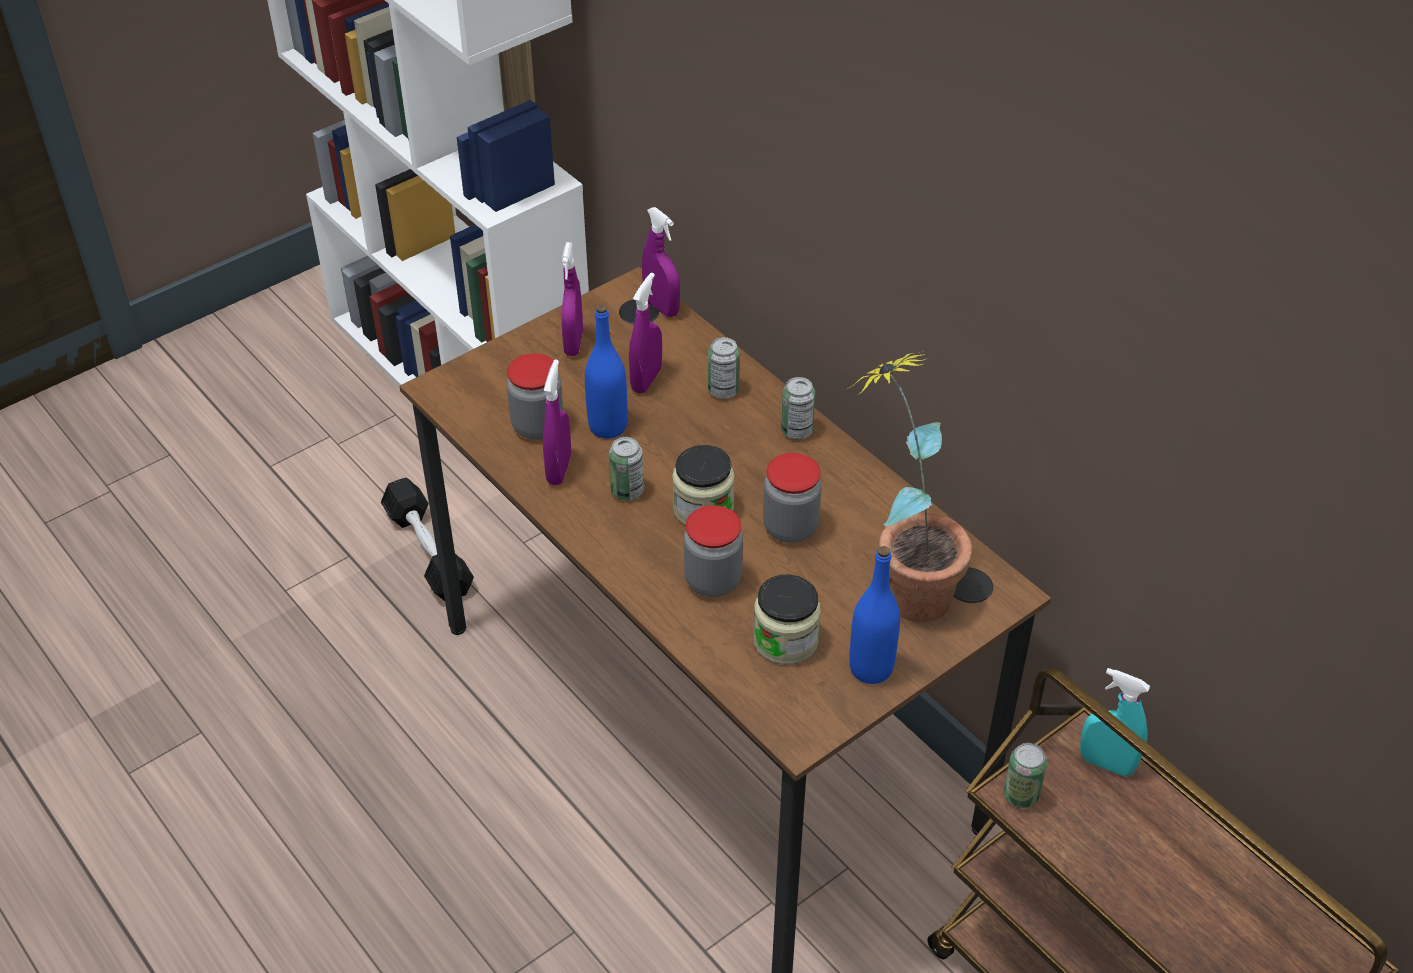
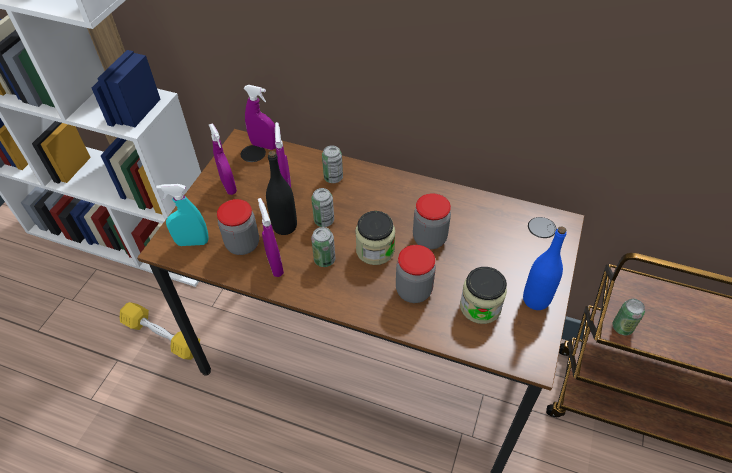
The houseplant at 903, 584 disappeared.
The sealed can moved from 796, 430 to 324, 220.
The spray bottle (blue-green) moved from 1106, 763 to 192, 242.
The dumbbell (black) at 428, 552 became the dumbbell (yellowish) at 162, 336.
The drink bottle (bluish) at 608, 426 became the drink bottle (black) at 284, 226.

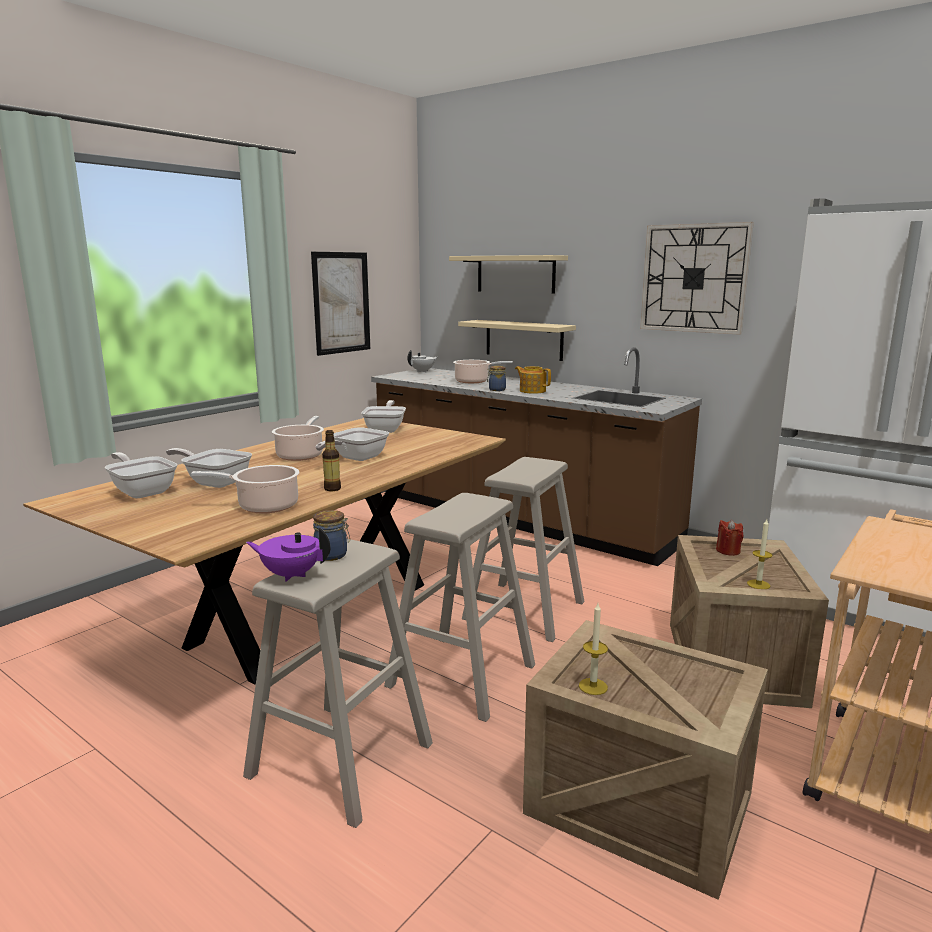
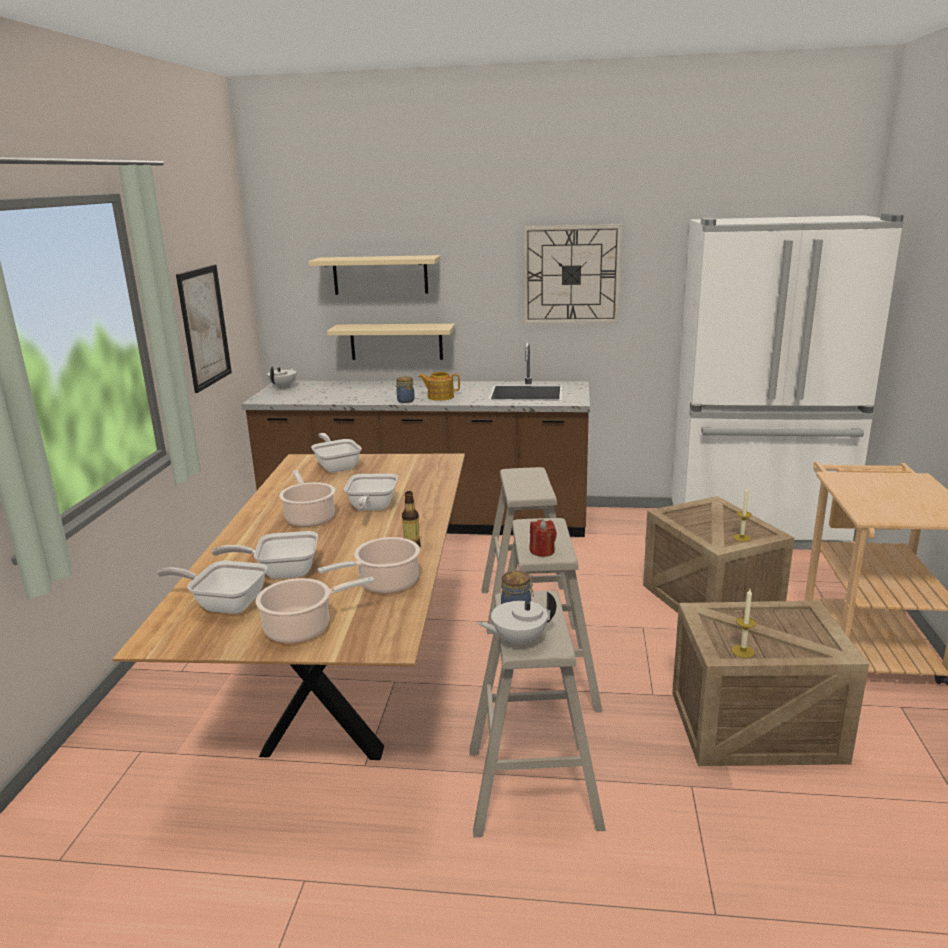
The stockpot moved from 474, 381 to 302, 628.
The wax candle (red) moved from 728, 551 to 542, 551.
The tea pot (purple-coloured) at 291, 575 became the tea pot (white) at 518, 640.

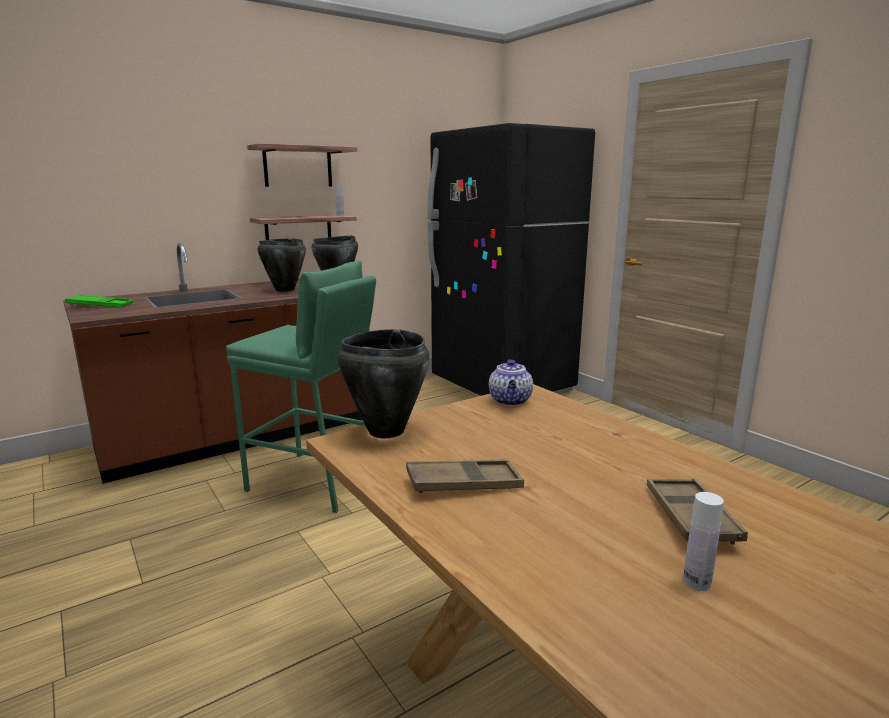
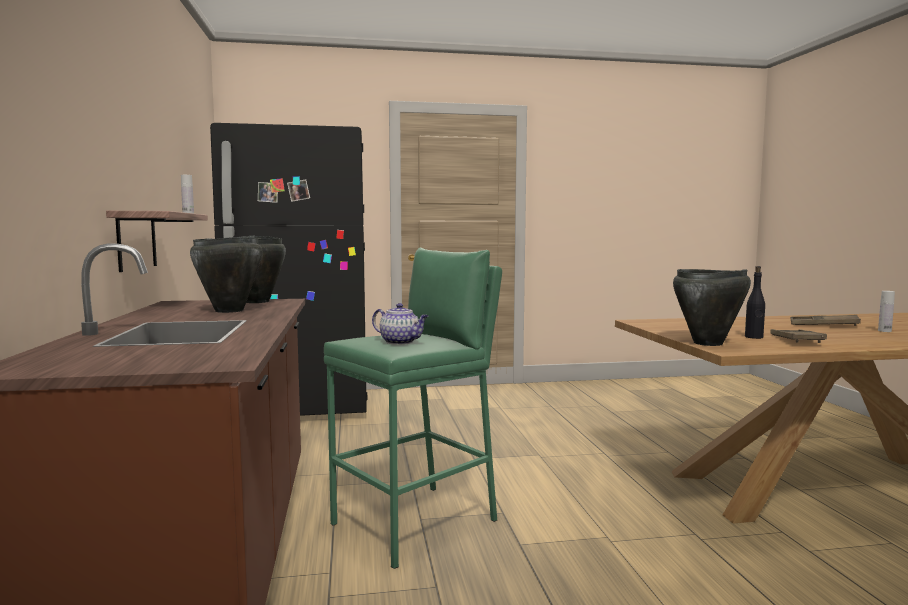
The tray (green-coloured) at 100, 306 disappeared.
The wall shelf at 298, 167 disappeared.
The drink bottle (black) at 754, 337 appeared.
The tea pot moved from 510, 401 to 401, 342.

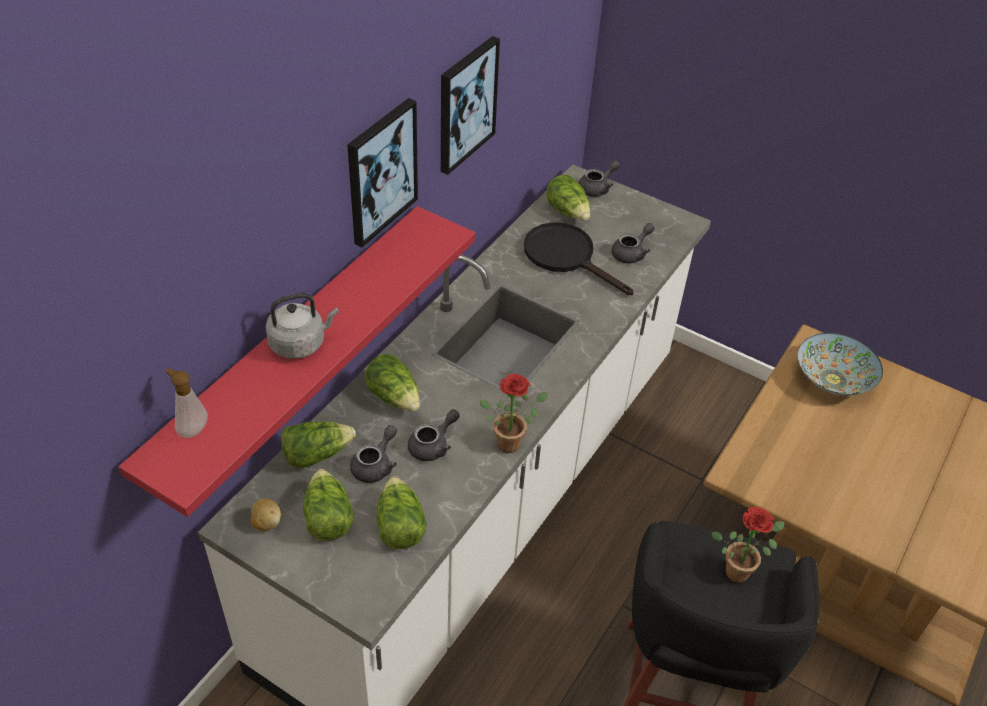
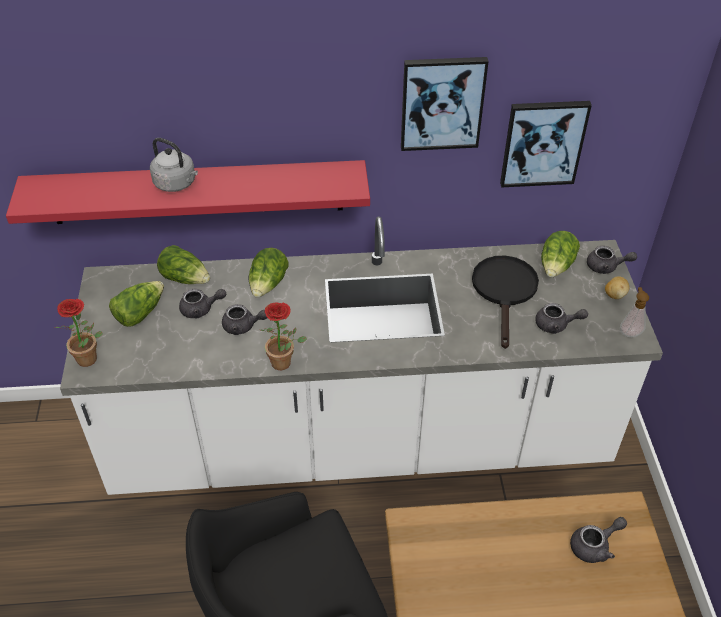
The lettuce at 399, 525 disappeared.
The soap dispenser moved from 191, 429 to 629, 332.
The whole potato moved from 266, 522 to 614, 295.
The wall art moved from 381, 171 to 543, 143.
The houseplant moved from 740, 569 to 91, 359.
The serving bowl at 832, 379 was replaced by the tea pot (greyish) at 594, 546.

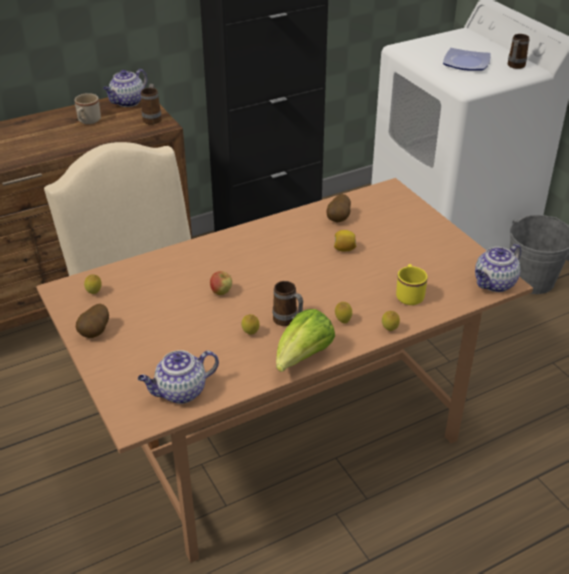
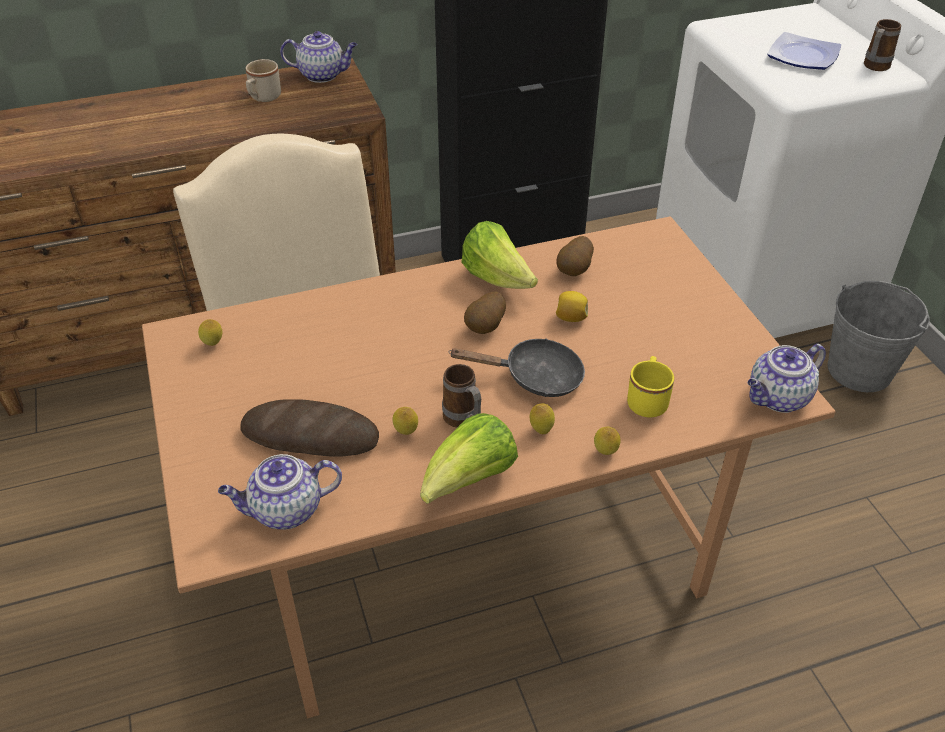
The coffee mug at 153, 118 disappeared.
The apple fruit at 221, 292 disappeared.
The bread at 310, 435 appeared.
The pan (black) at 535, 377 appeared.
The lettuce at 497, 279 appeared.
The whole potato moved from 95, 332 to 486, 328.
The tea pot at 127, 102 turned 135 degrees counterclockwise.

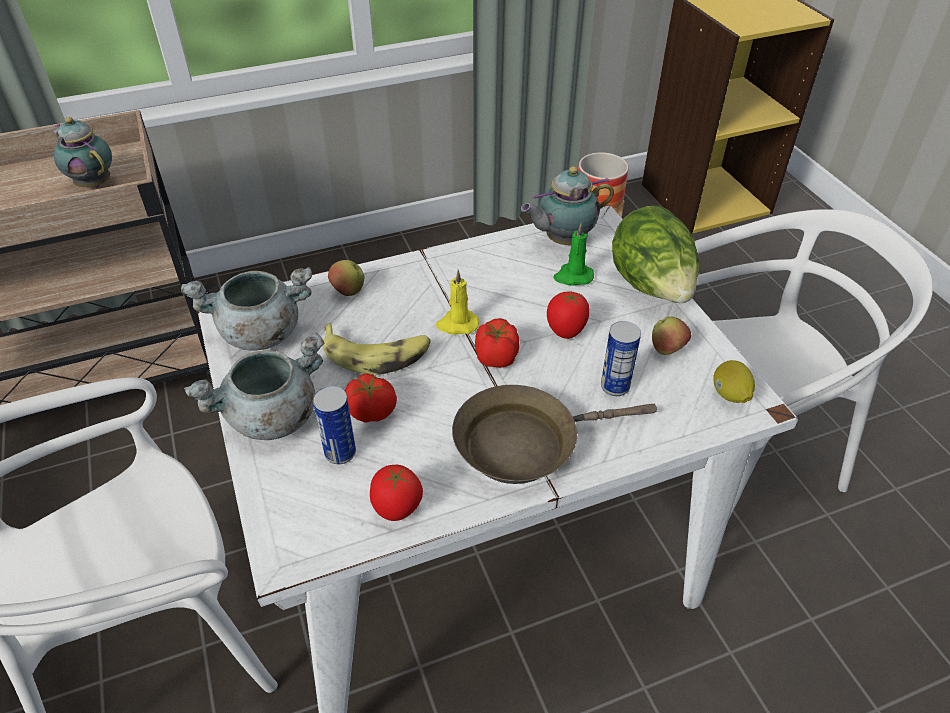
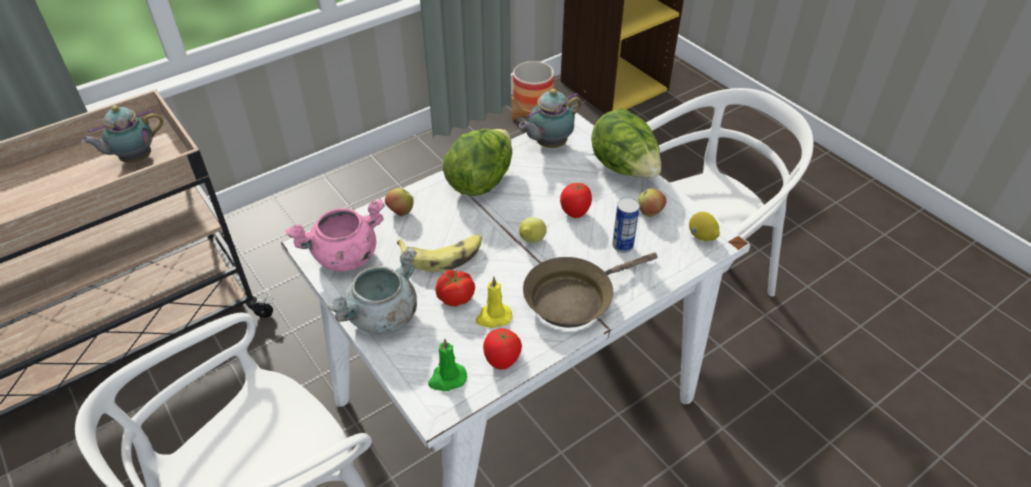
The sealed can at 340, 453 disappeared.
The lettuce at 481, 181 appeared.
The wax candle (yellowish) moved from 457, 324 to 493, 317.
The wax candle (green-coloured) moved from 573, 276 to 447, 379.
The tomato at 496, 358 was replaced by the citrus fruit at 531, 241.
The stockpot (greyish) at 260, 333 became the stockpot (pinkish) at 345, 257.
The tea pot at 93, 183 turned 60 degrees counterclockwise.

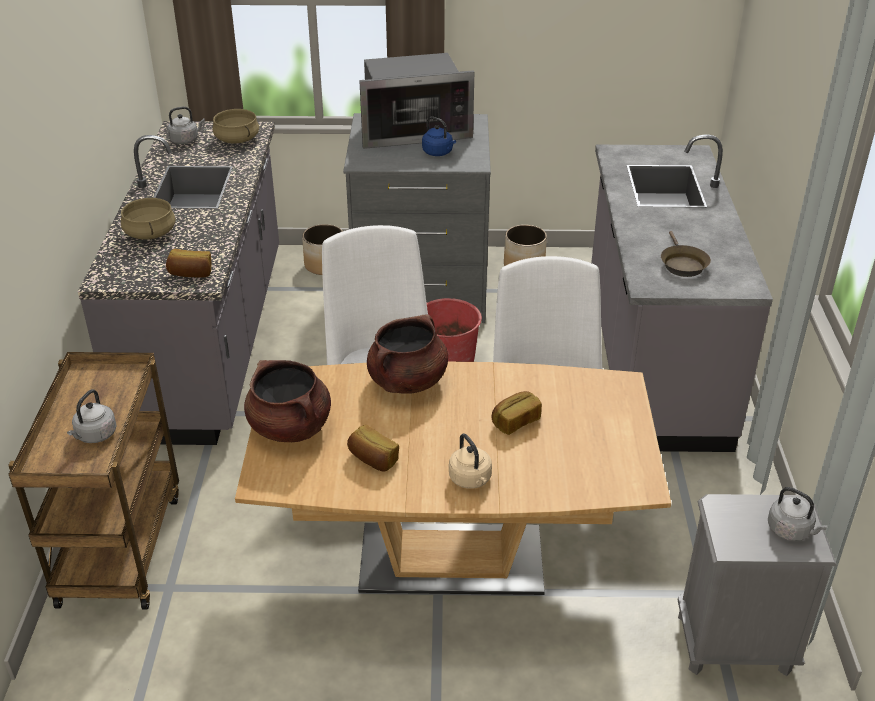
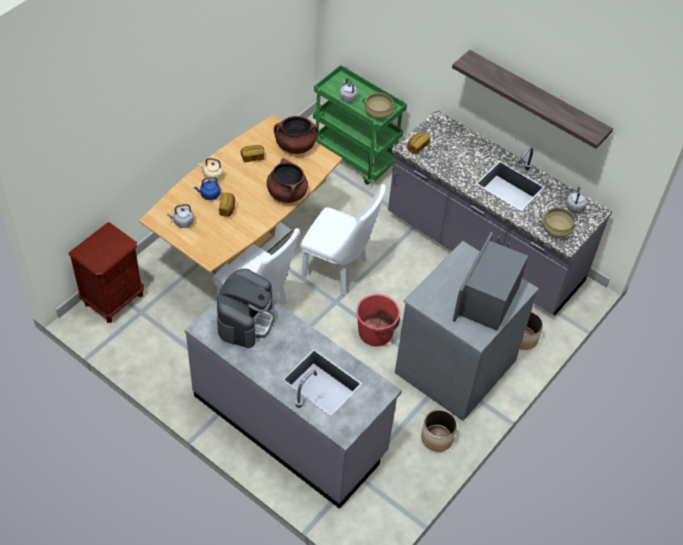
The wall shelf at 536, 99 appeared.
The stockpot (beige-coloured) moved from 149, 233 to 378, 112.
The water kettle (bluish) moved from 438, 153 to 209, 195.
The water kettle (greyish) moved from 791, 531 to 182, 222.
The pan (brownish) at 682, 264 was replaced by the coffee machine at 245, 320.
The wheeled cart (brownish) at 119, 546 became the wheeled cart (green-coloured) at 356, 157.
The night table (greyish) at 733, 644 became the night table (brownish) at 114, 299.

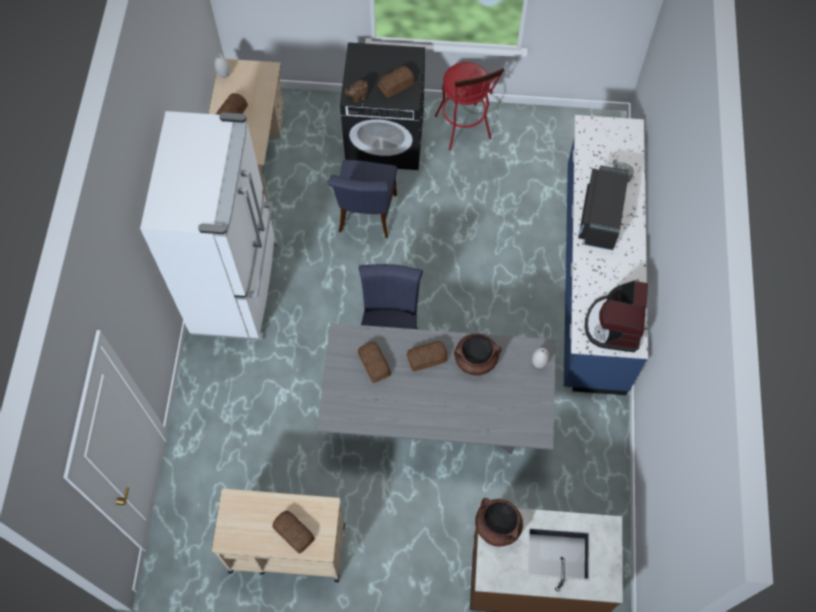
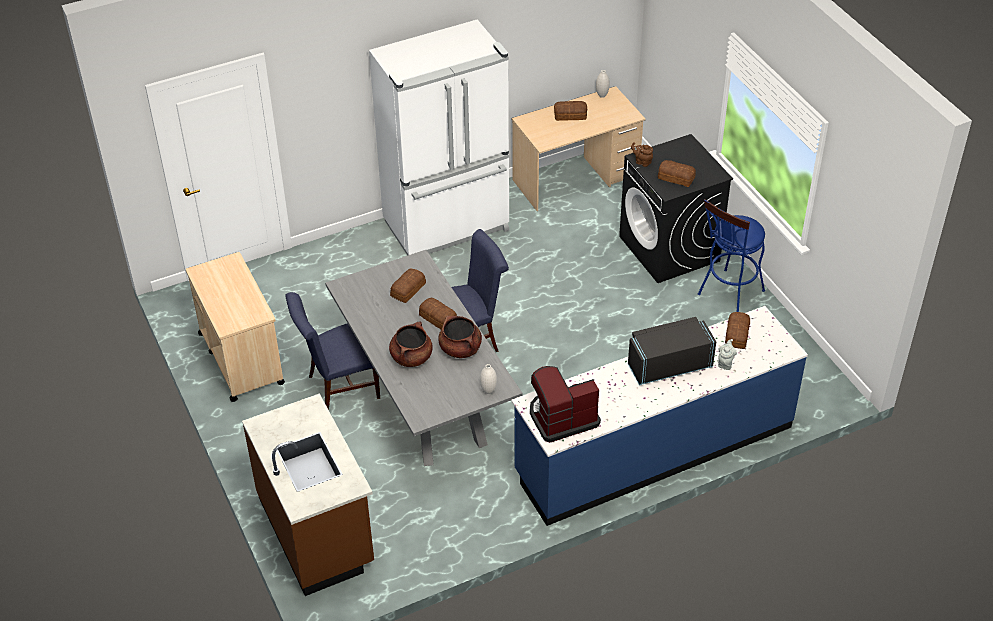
The bread moved from 294, 532 to 737, 334.
The chair (bluish) moved from 366, 216 to 339, 388.
The stockpot (brownish) moved from 497, 526 to 411, 357.
The stool seat (red) at 464, 131 became the stool seat (bluish) at 728, 295.

